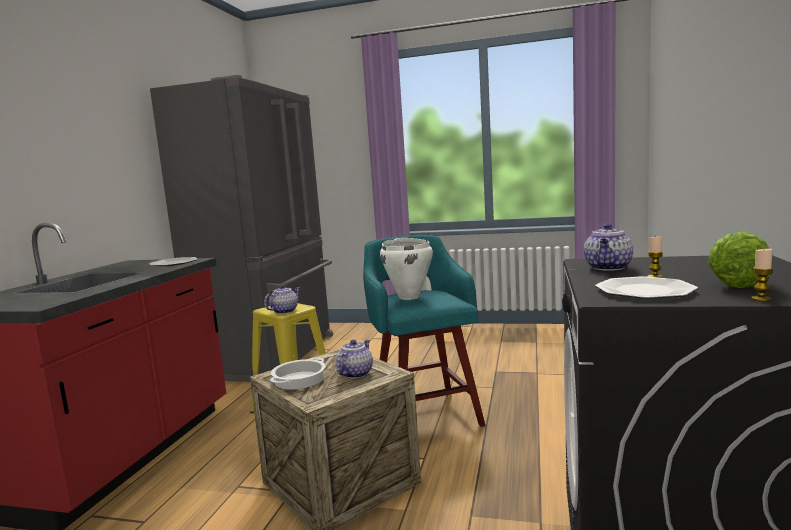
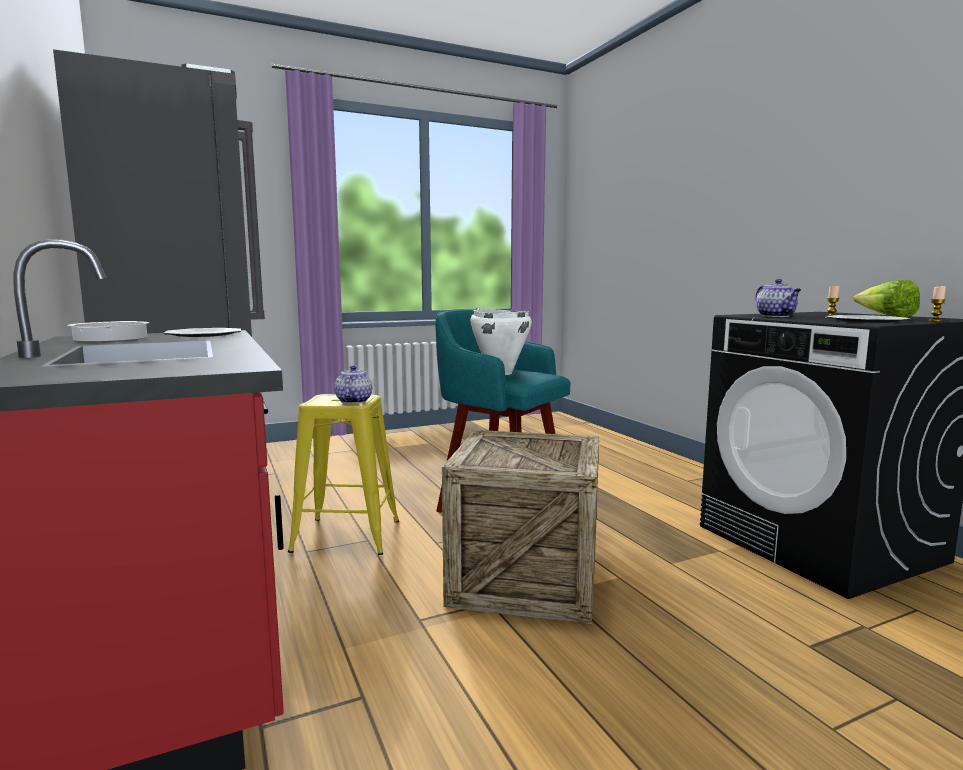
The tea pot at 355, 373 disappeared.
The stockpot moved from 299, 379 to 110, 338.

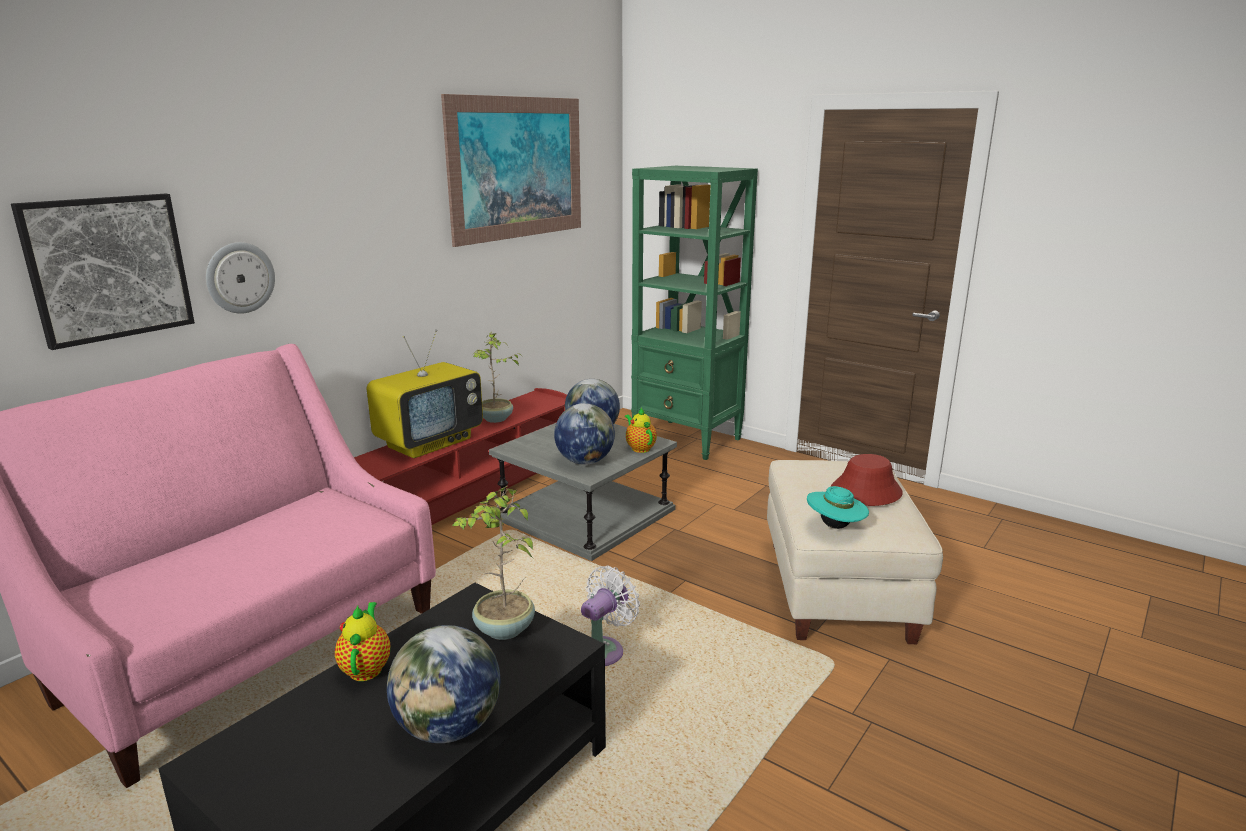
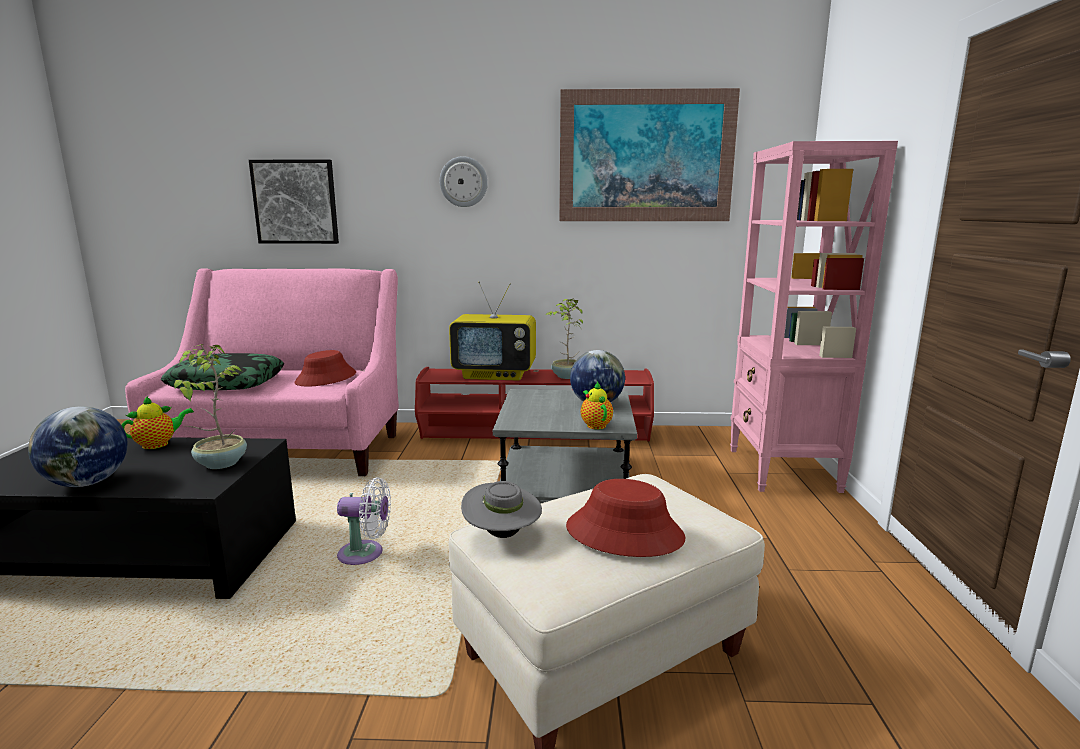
The desk globe at 584, 461 disappeared.
The cushion at 227, 383 appeared.
The hat (red) at 326, 378 appeared.
The clock on the wall moved from 240, 277 to 463, 182.
The bookcase (green-coloured) at 687, 440 became the bookcase (pinkish) at 782, 470.
The hat (blue-green) at 835, 526 became the hat (greyish) at 502, 535.
The tea pot at 639, 448 turned 45 degrees counterclockwise.

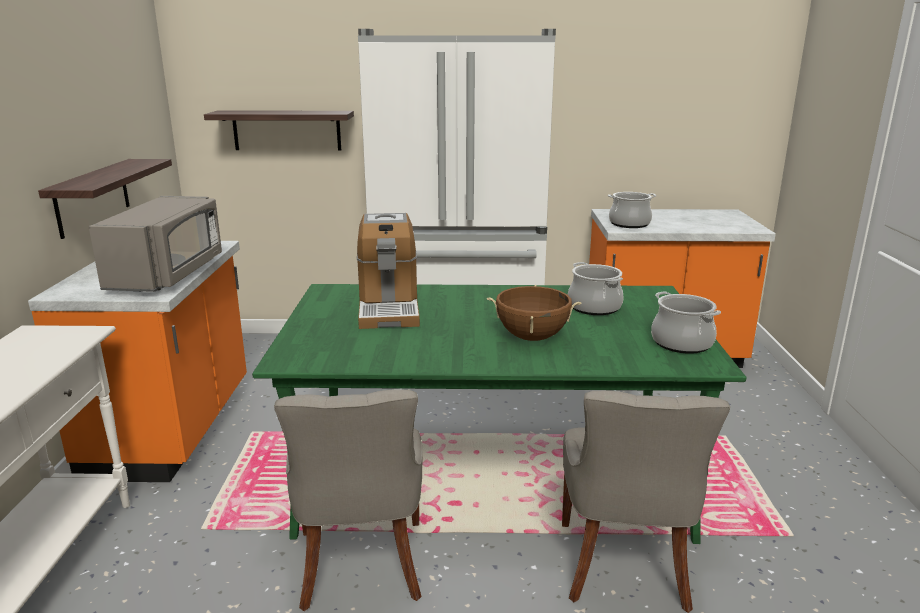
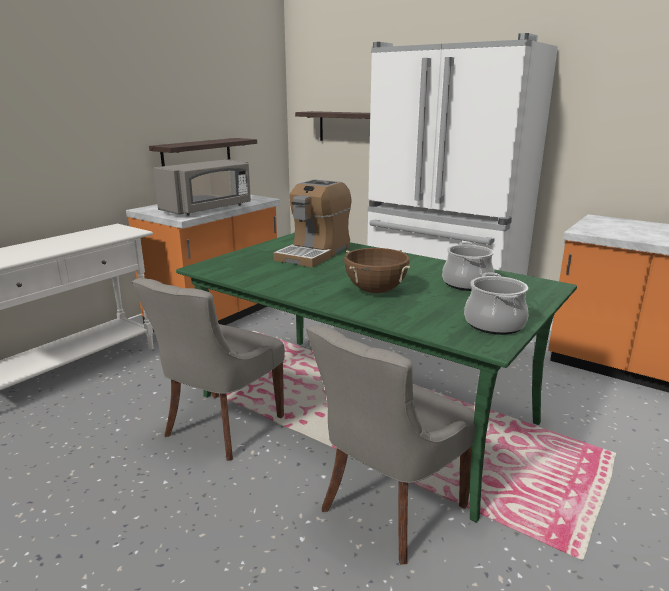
The stockpot at 629, 224 disappeared.

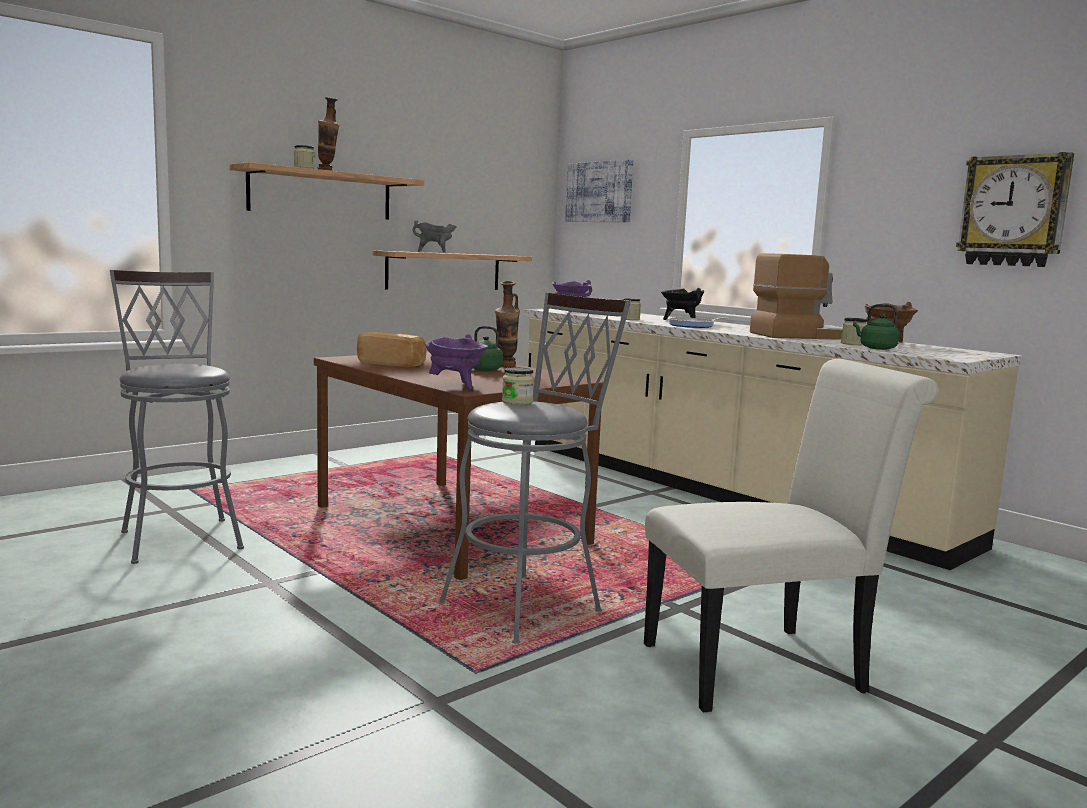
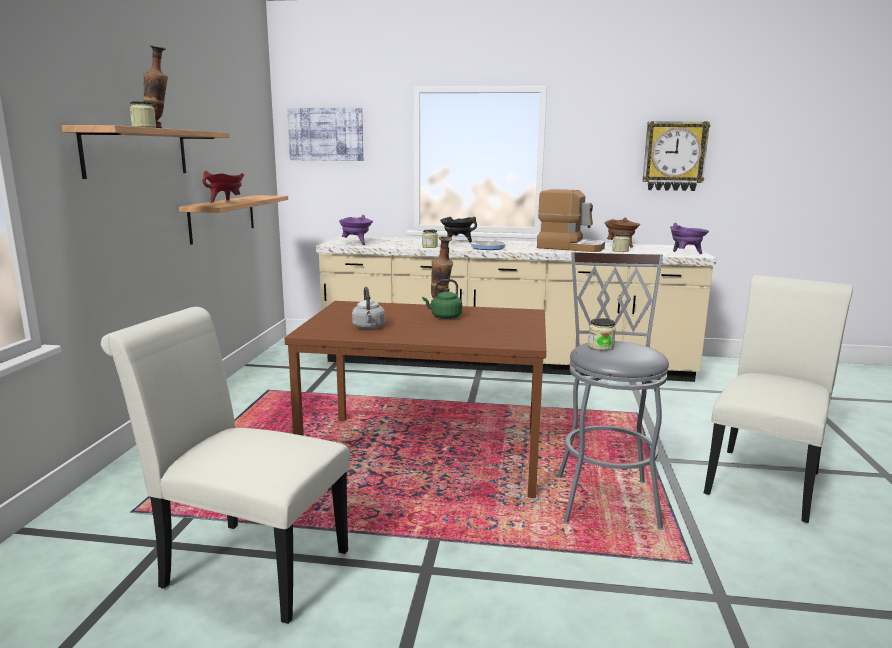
The water kettle (green-coloured) at 876, 348 disappeared.
The stockpot (purple-coloured) moved from 456, 386 to 685, 254.
The stool seat (greyish) at 180, 536 was replaced by the chair (white) at 245, 566.
The bread at 392, 363 was replaced by the water kettle (greyish) at 369, 327.
The stockpot (greyish) at 435, 252 became the stockpot (red) at 226, 201.
The coffee machine at 799, 336 turned 75 degrees clockwise.

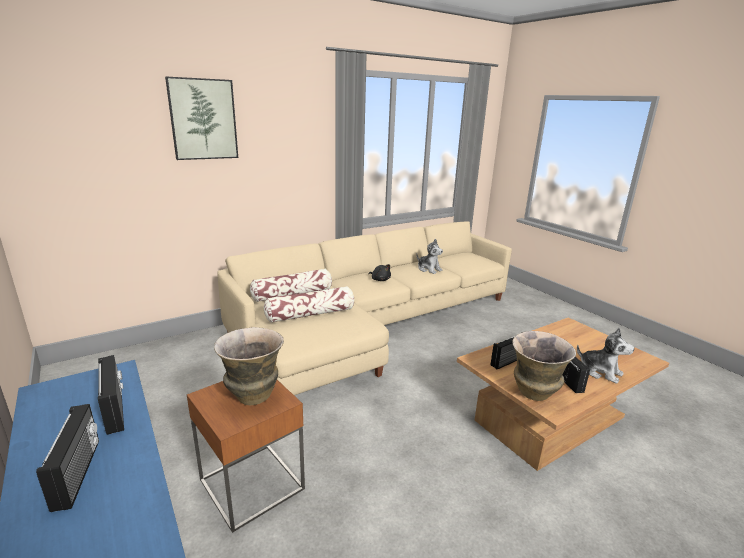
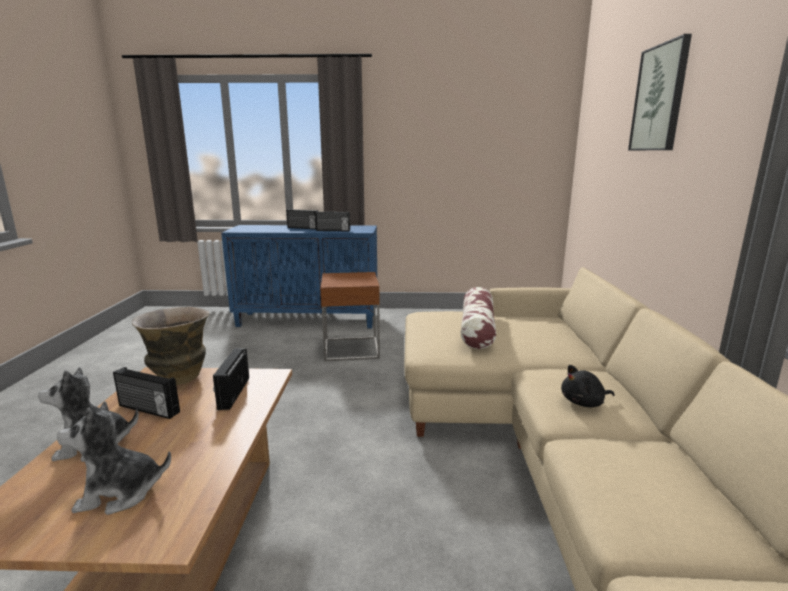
The decorative vase at 253, 395 disappeared.
The cushion at 292, 294 disappeared.
The soft toy moved from 429, 269 to 120, 493.

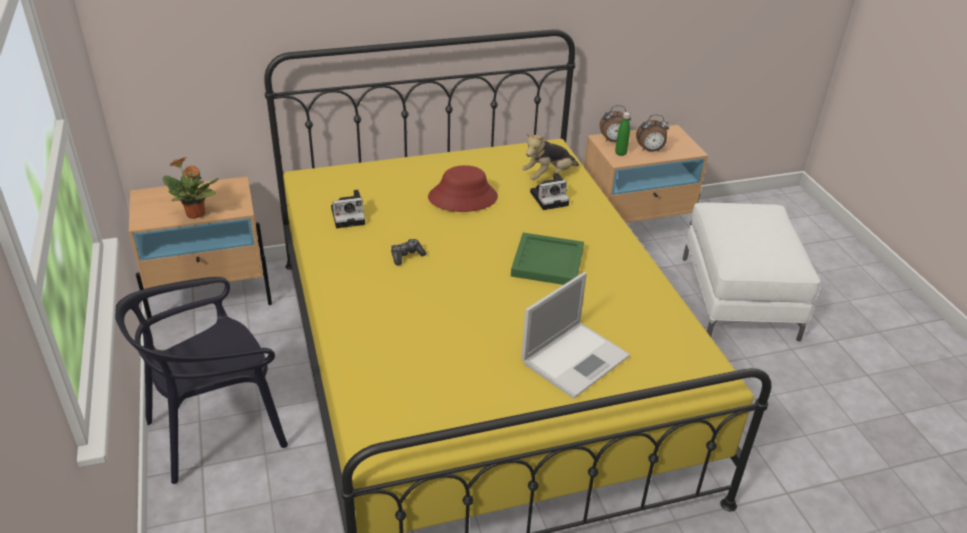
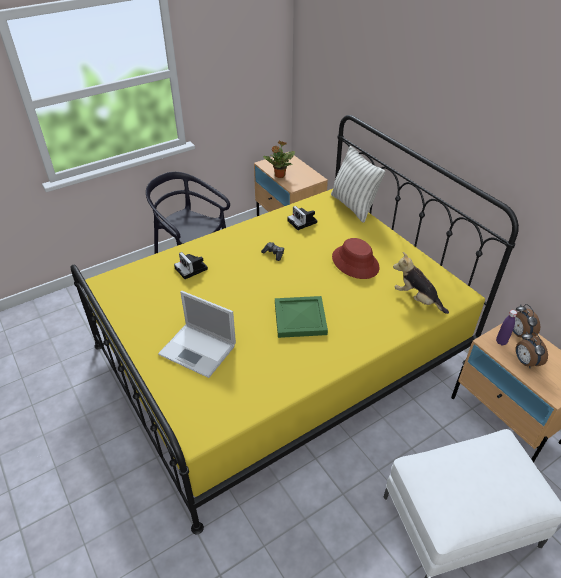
The cushion at 353, 206 appeared.
The still camera moved from 550, 198 to 192, 269.
The drink bottle (green-coloured) at 620, 153 became the drink bottle (purple-coloured) at 501, 342.

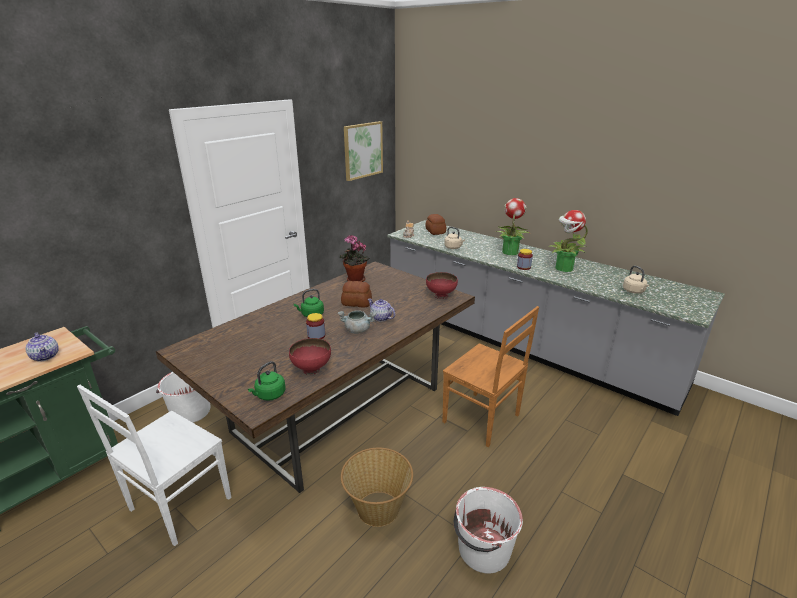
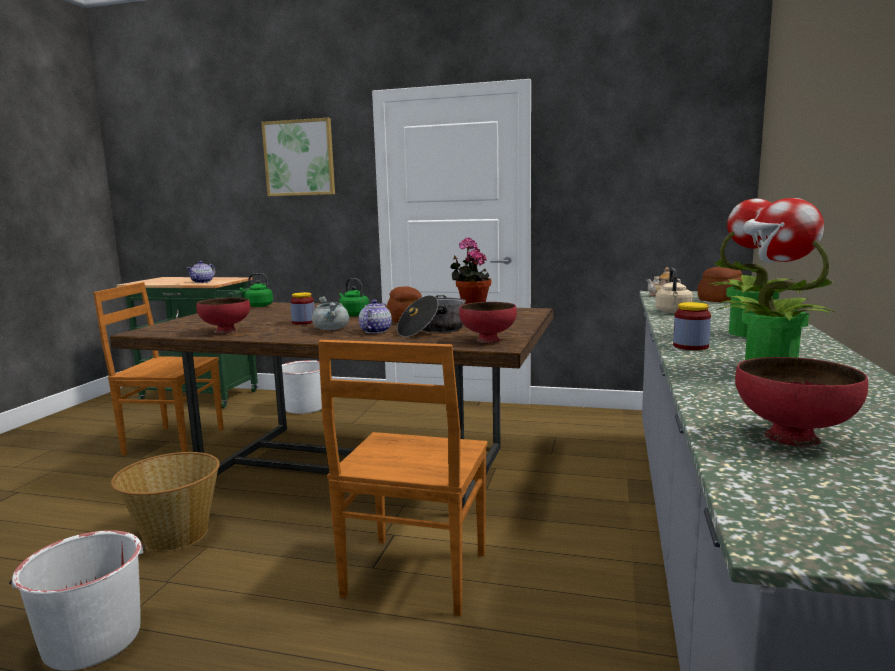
The stockpot at 432, 330 appeared.
The water kettle (green-coloured) moved from 269, 395 to 258, 306.
The wall art moved from 363, 150 to 299, 158.
The water kettle (beige-coloured) at 634, 291 was replaced by the serving bowl (red) at 794, 437.
The chair (white) at 178, 505 became the chair (brownish) at 172, 441.

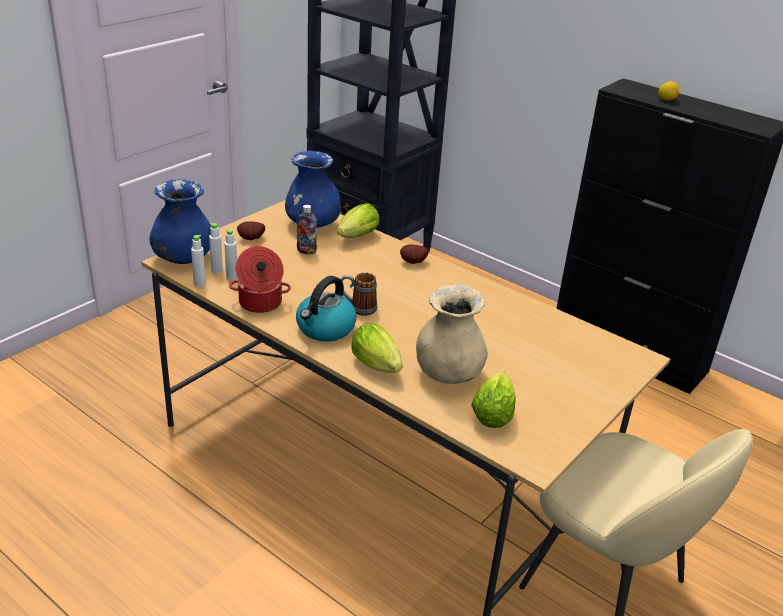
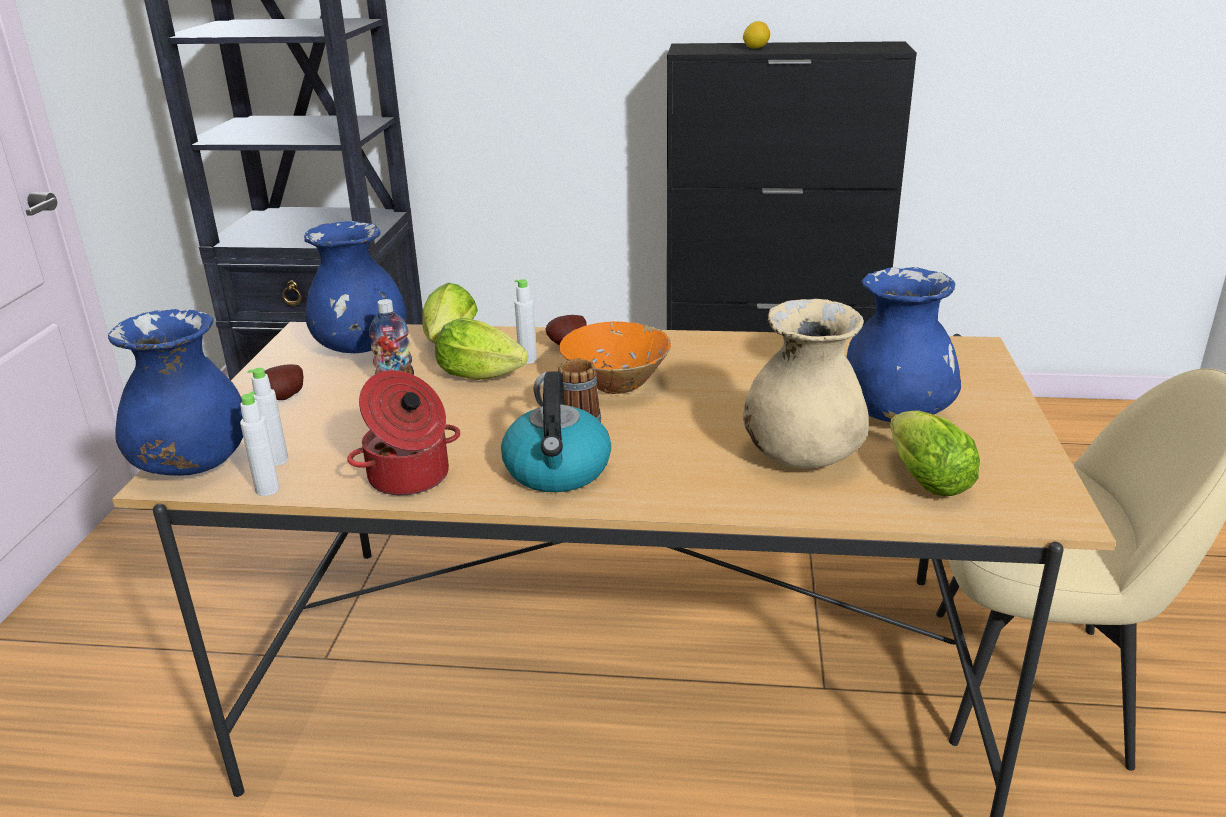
The serving bowl (orangey) at 616, 383 appeared.
The decorative vase (bluish) at 894, 414 appeared.
The drink bottle (white) moved from 232, 277 to 527, 360.
The lettuce moved from 378, 367 to 485, 377.

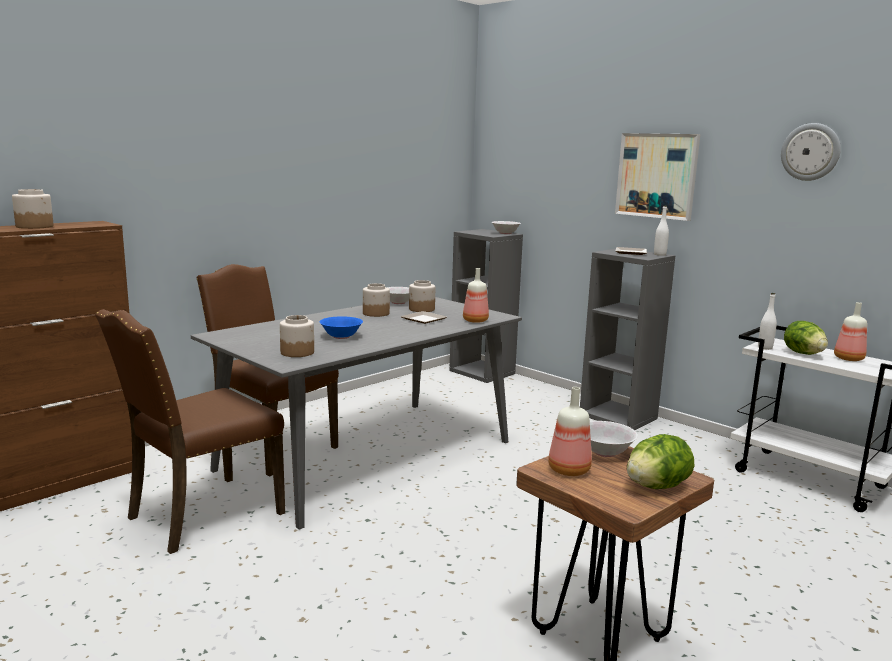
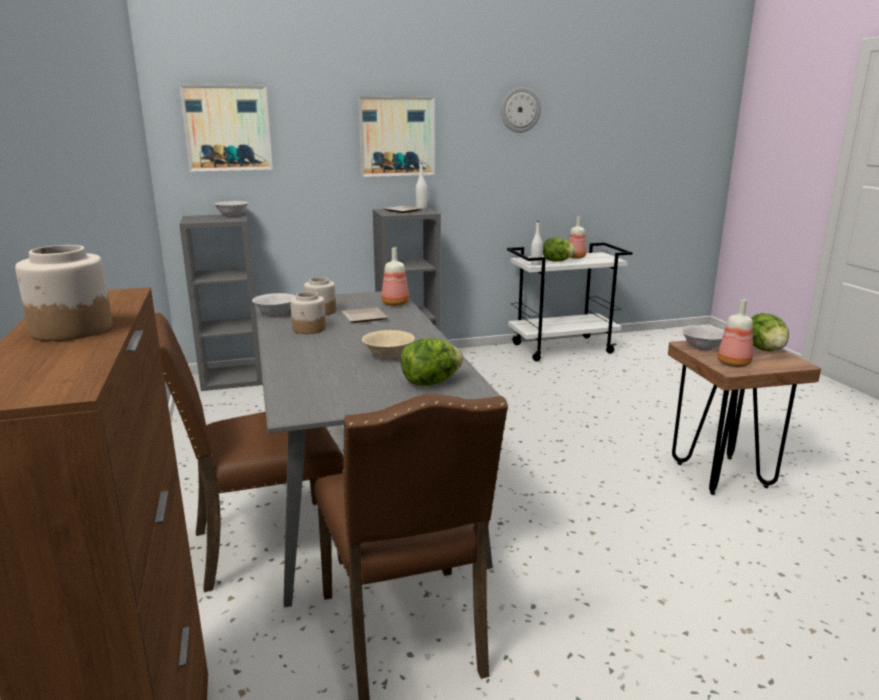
The wall art at 227, 128 appeared.
The storage jar at 297, 352 was replaced by the lettuce at 430, 382.
The serving bowl (bluish) at 341, 337 became the serving bowl (beige-coloured) at 388, 356.

